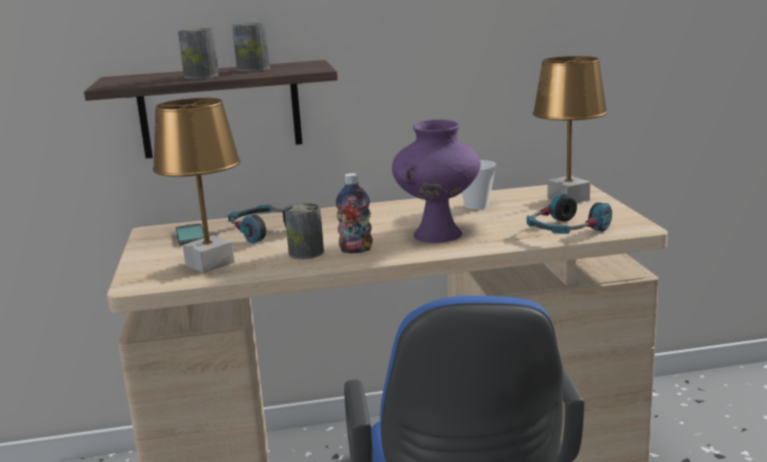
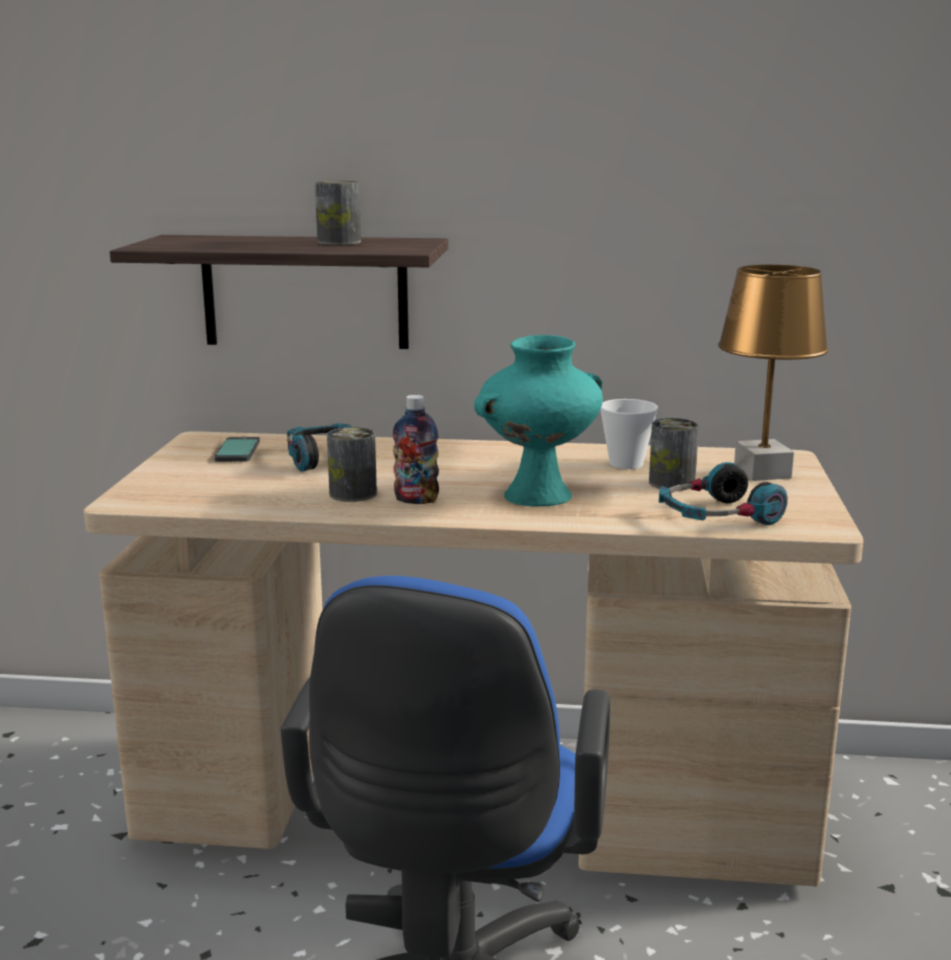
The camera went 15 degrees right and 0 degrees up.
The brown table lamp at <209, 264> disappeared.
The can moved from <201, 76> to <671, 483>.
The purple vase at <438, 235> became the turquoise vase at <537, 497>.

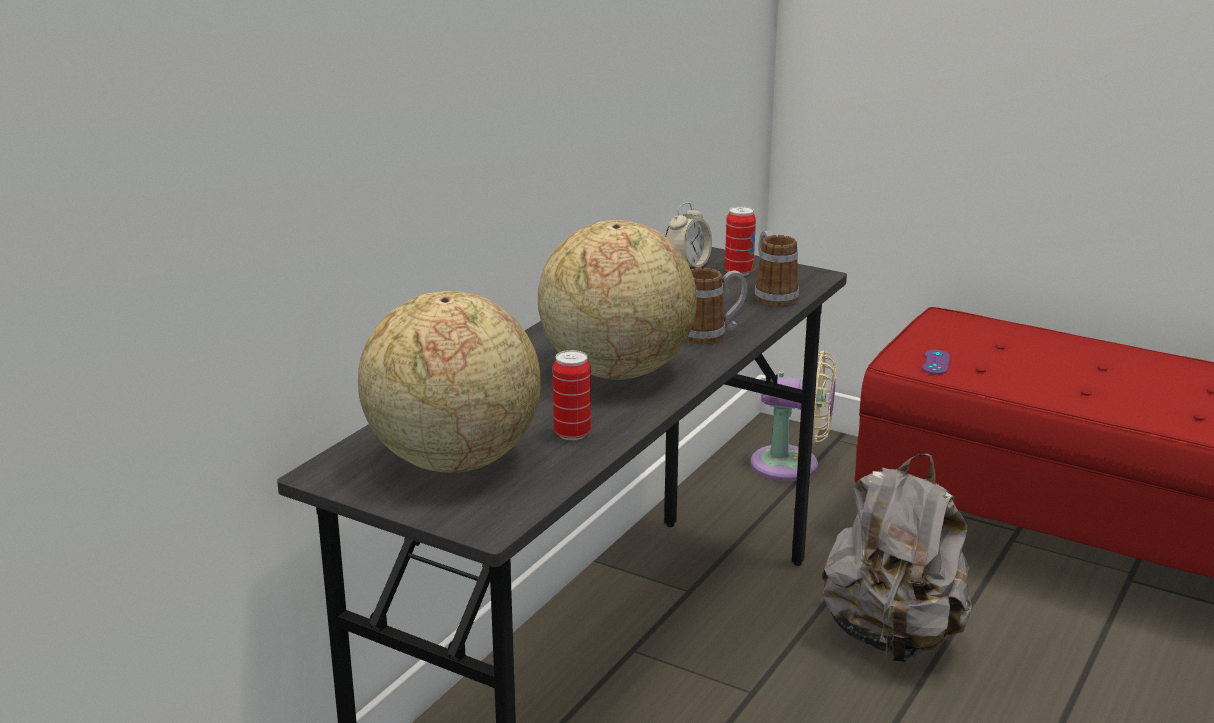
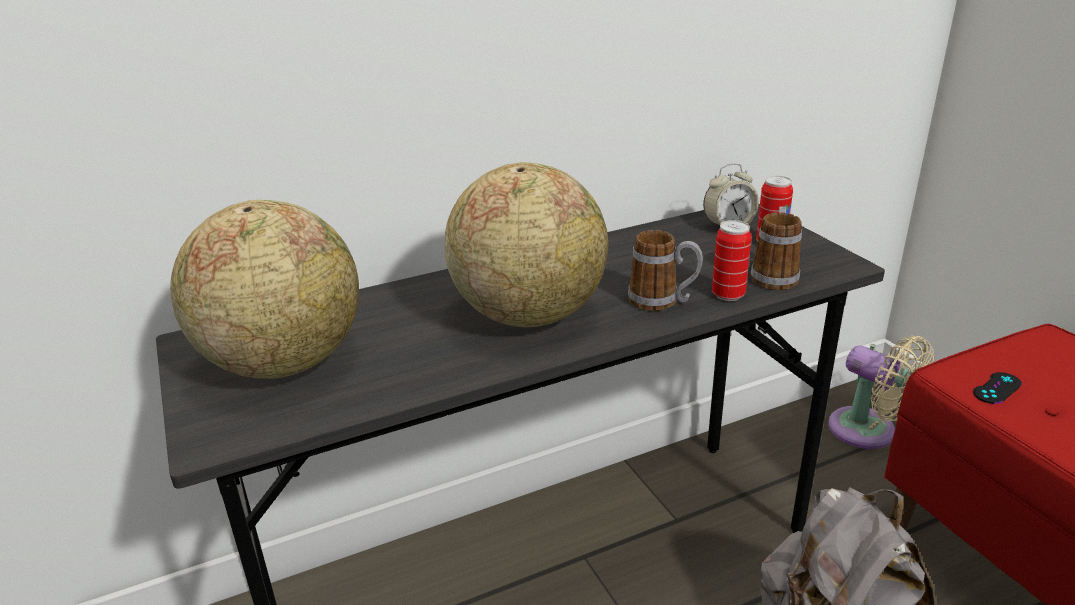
The camera went 35 degrees right and 5 degrees up.
The can moved from <572, 434> to <728, 295>.
The purple game controller at <935, 362> became the black game controller at <997, 388>.

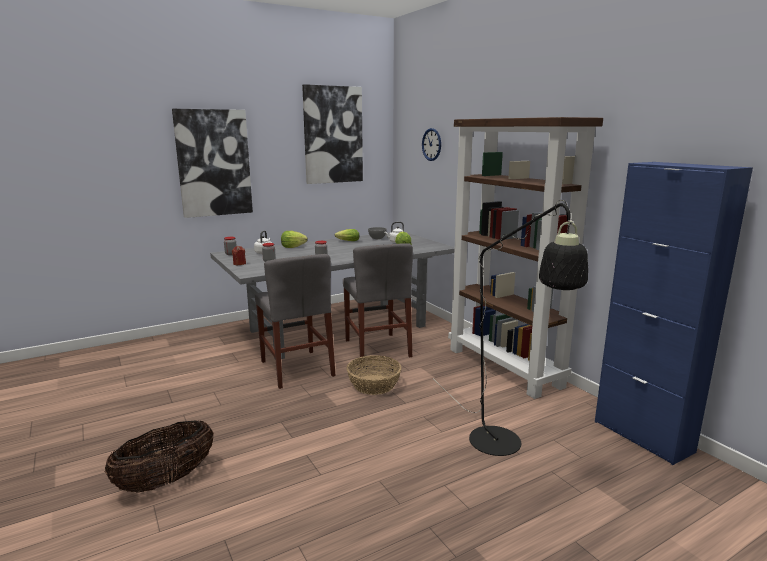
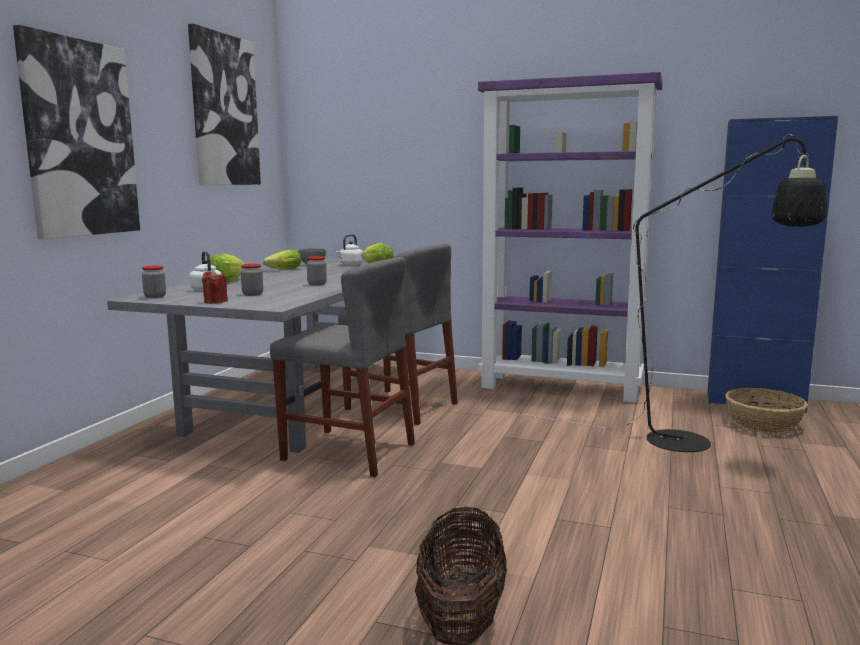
The camera went 40 degrees left and 5 degrees down.
The wall clock at <431, 144> disappeared.
The basket moved from <374, 384> to <762, 424>.
The brown bookcase at <505, 367> became the purple bookcase at <561, 387>.

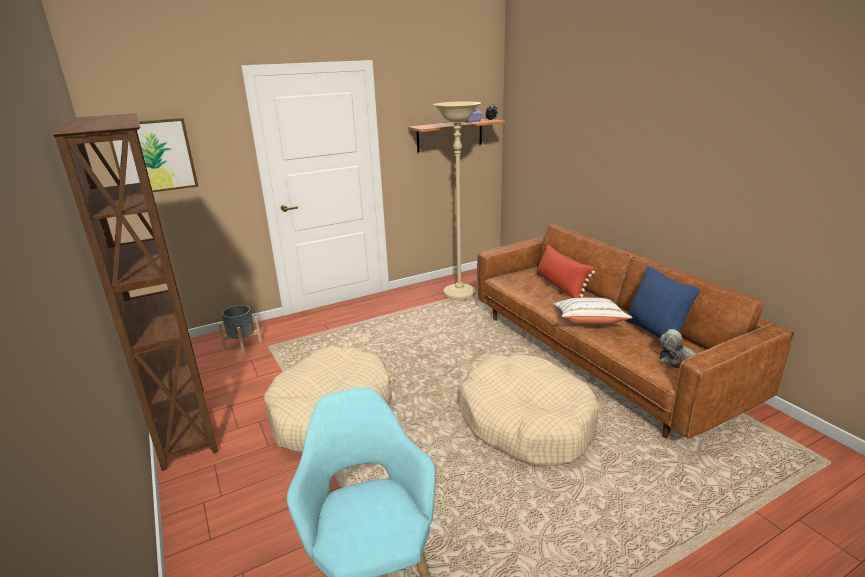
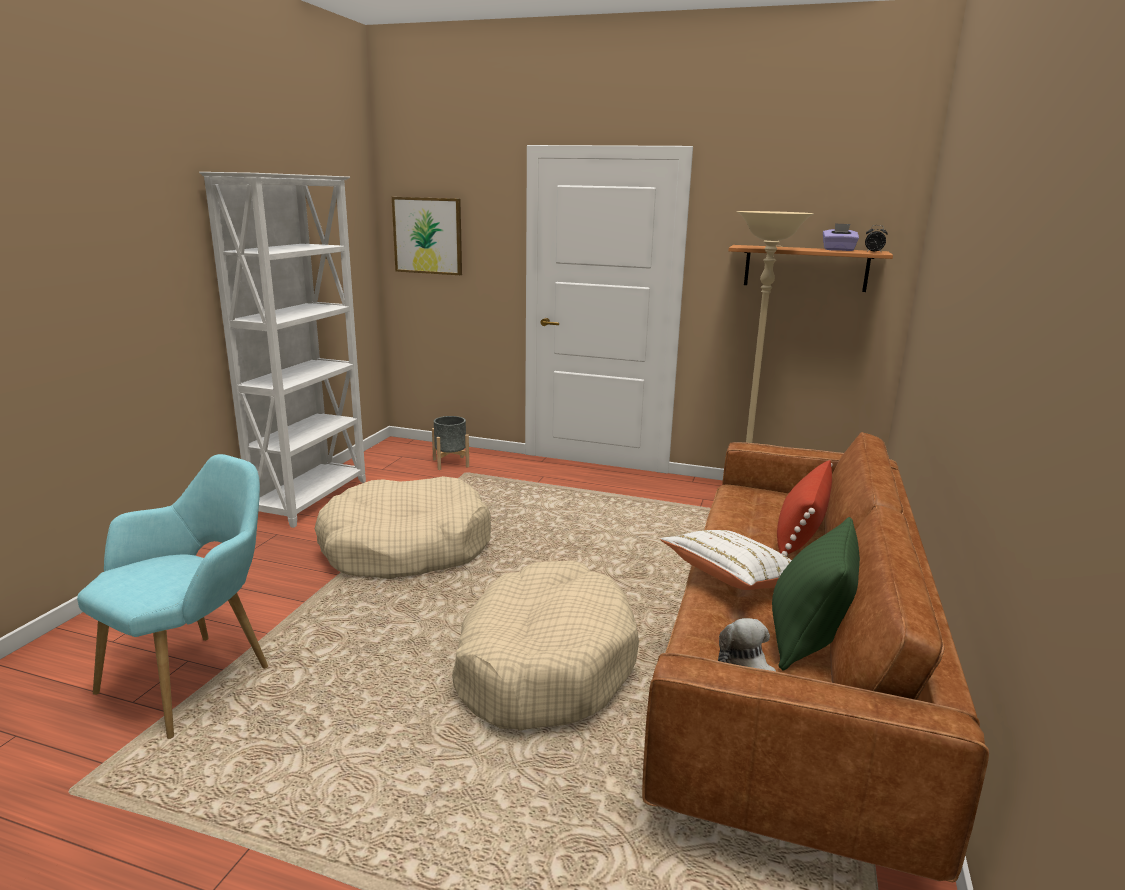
The camera went 45 degrees right and 5 degrees down.
The brown bookcase at <186, 425> became the white bookcase at <313, 499>.
The blue pillow at <655, 332> became the green pillow at <807, 640>.

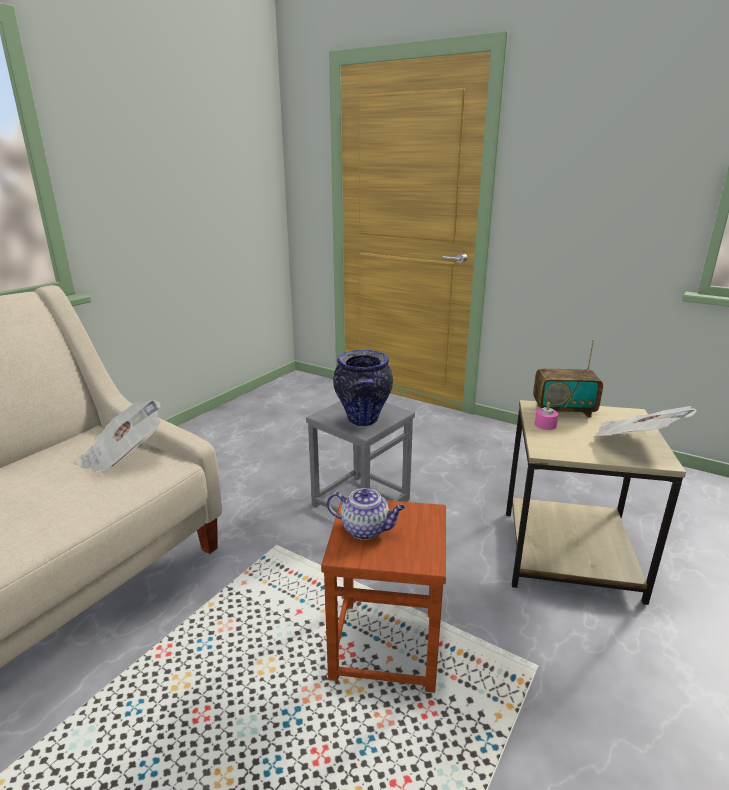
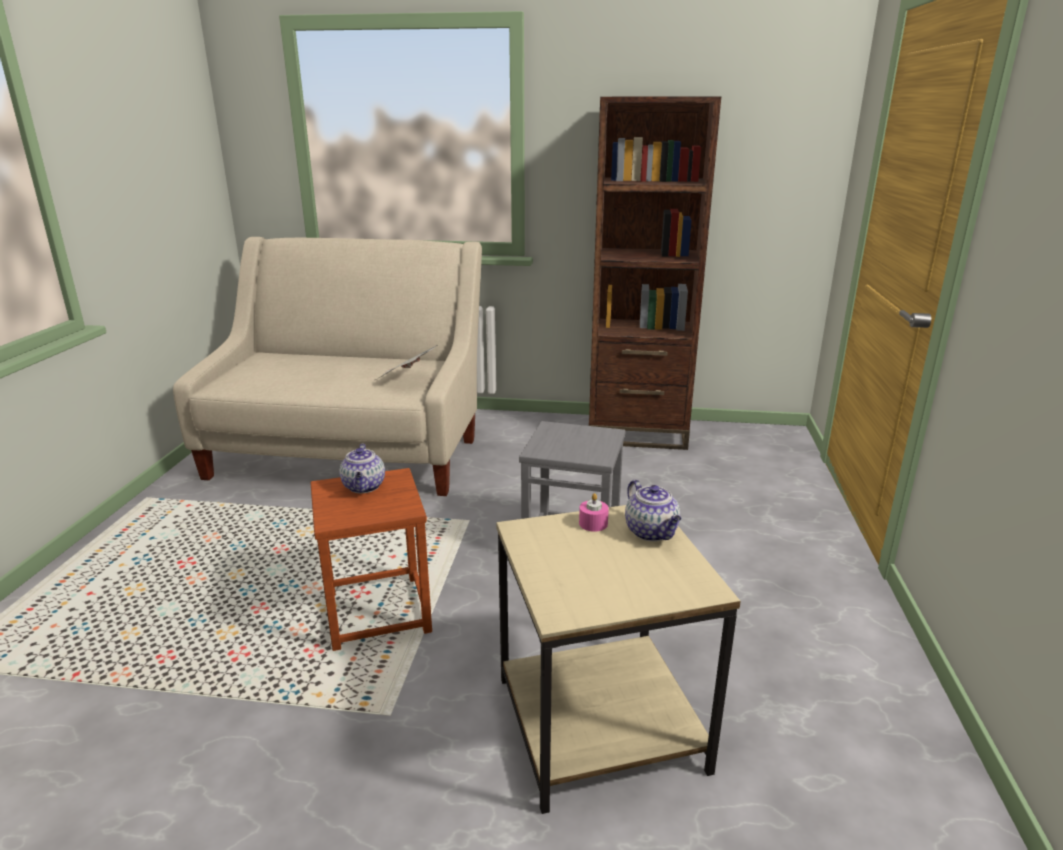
The camera went 65 degrees right and 0 degrees up.
The vase at <363, 420> disappeared.
The newspaper at <635, 442> disappeared.
The brown bookcase at <637, 433> appeared.
The radio at <563, 411> was replaced by the teapot at <652, 532>.

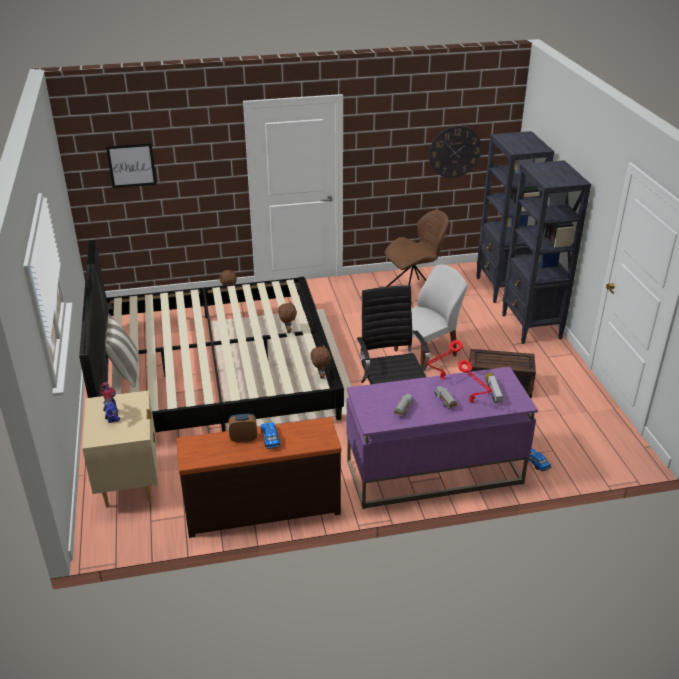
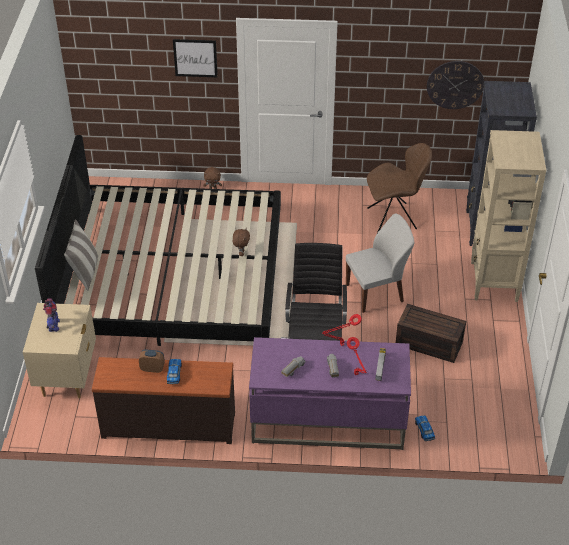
The camera went 15 degrees right and 10 degrees up.
The brown plush toy at <320, 376> disappeared.
The picture moved from <131, 165> to <195, 58>.
The black bookcase at <531, 327> became the beige bookcase at <493, 282>.

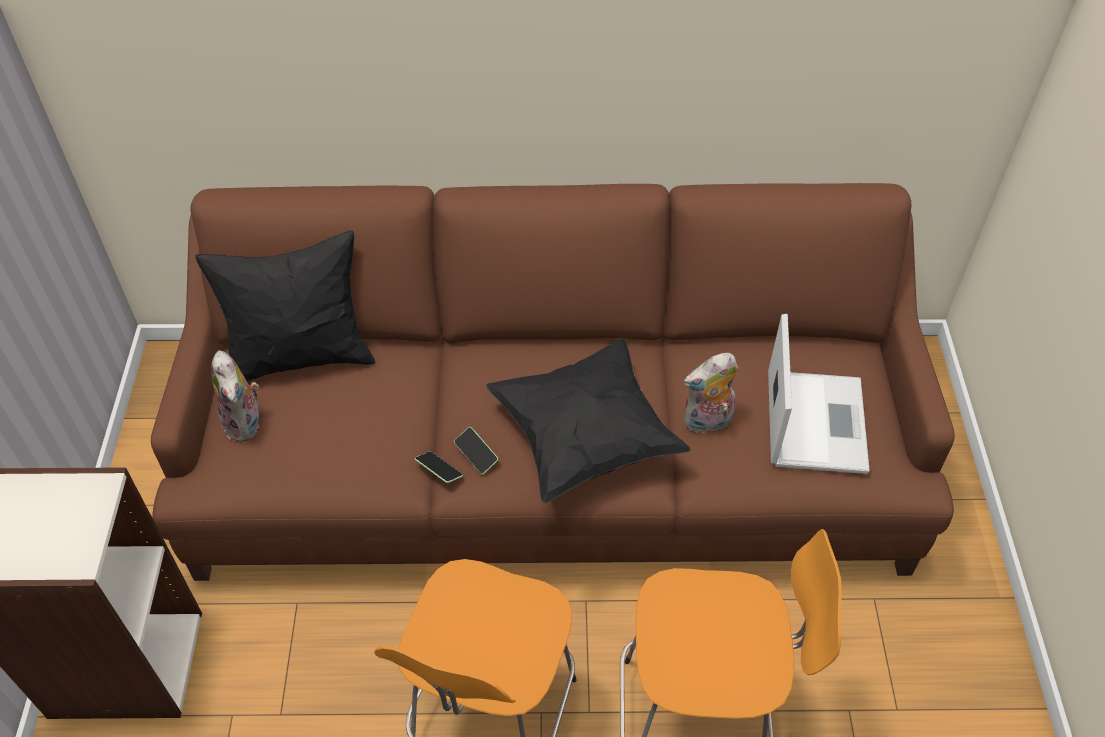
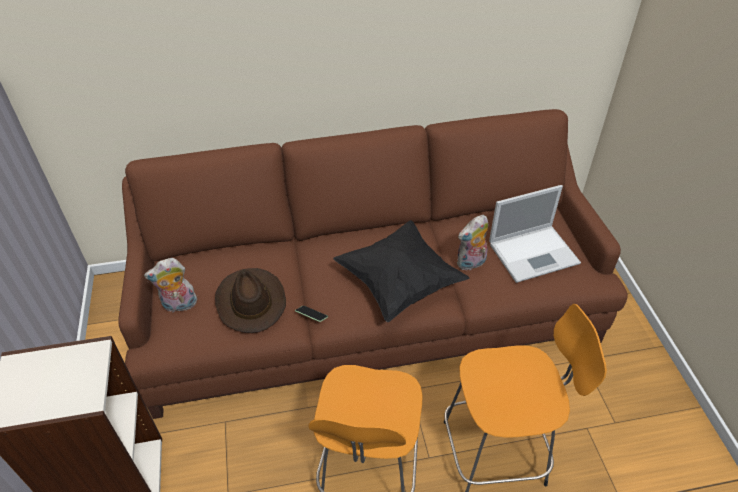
The camera went 10 degrees left and 5 degrees down.
The black pillow at <301, 357> disappeared.
The phone at <476, 454> disappeared.
The brown hat at <250, 301> appeared.
The plush toy at <246, 423> turned 105 degrees clockwise.
The laptop at <814, 420> turned 75 degrees clockwise.

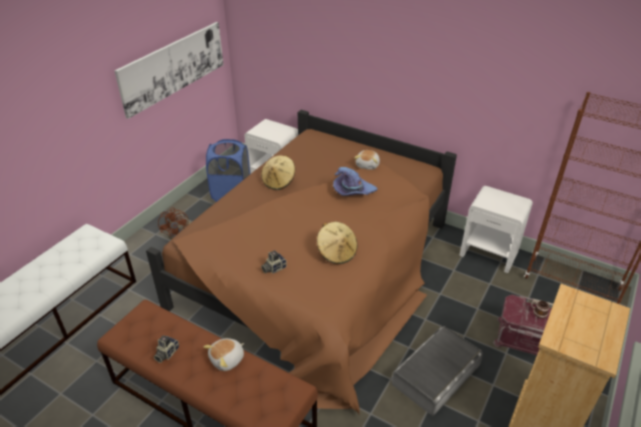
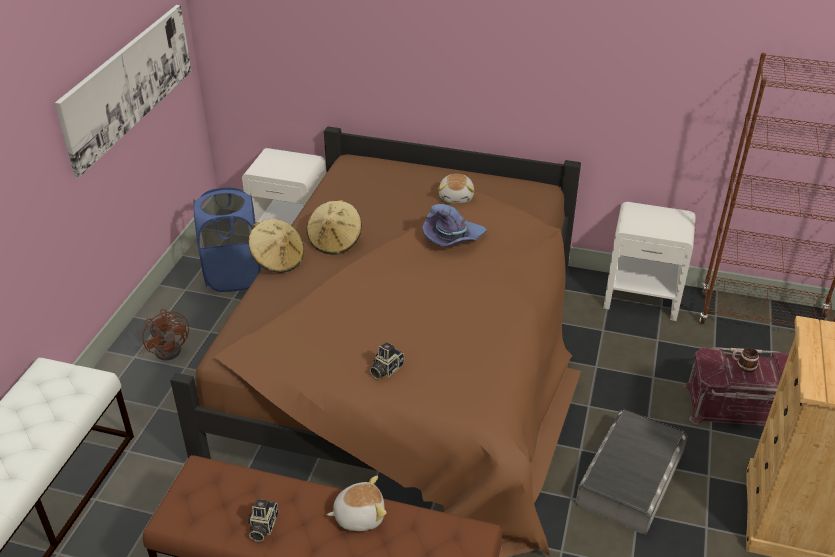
The camera went 15 degrees left and 0 degrees up.
The beige hat moved from <336, 252> to <278, 260>.
The plush toy at <227, 359> turned 135 degrees counterclockwise.

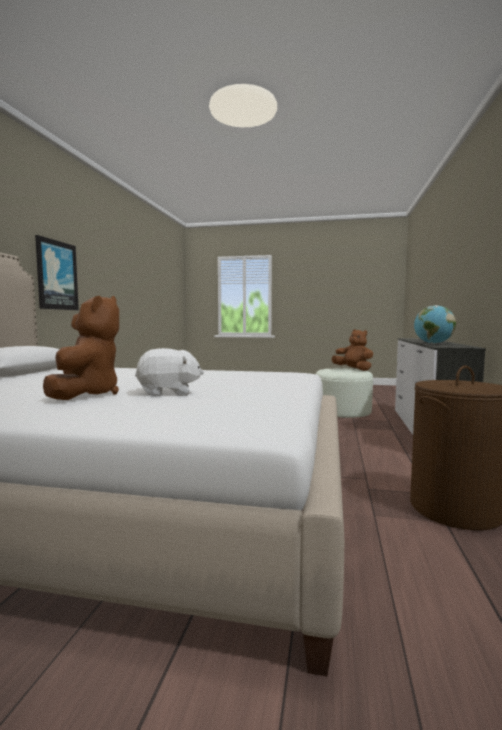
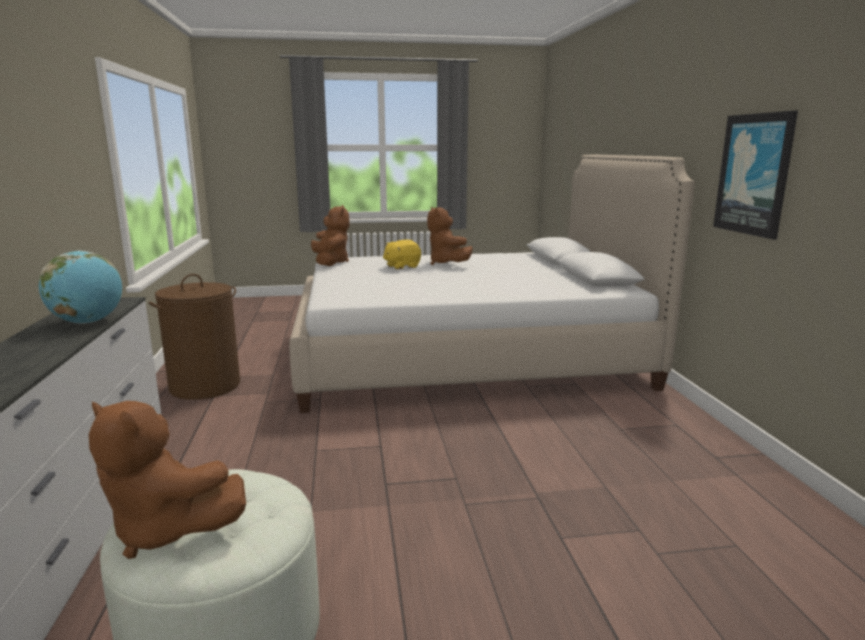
The camera went 160 degrees right and 10 degrees up.
The brown plush toy at <331, 263> appeared.
The white plush toy at <168, 393> became the yellow plush toy at <402, 266>.

